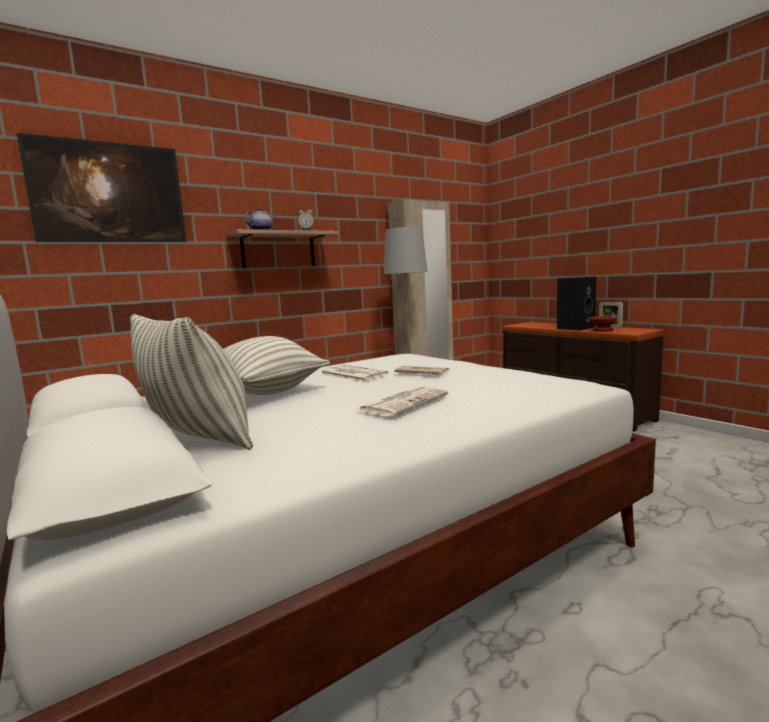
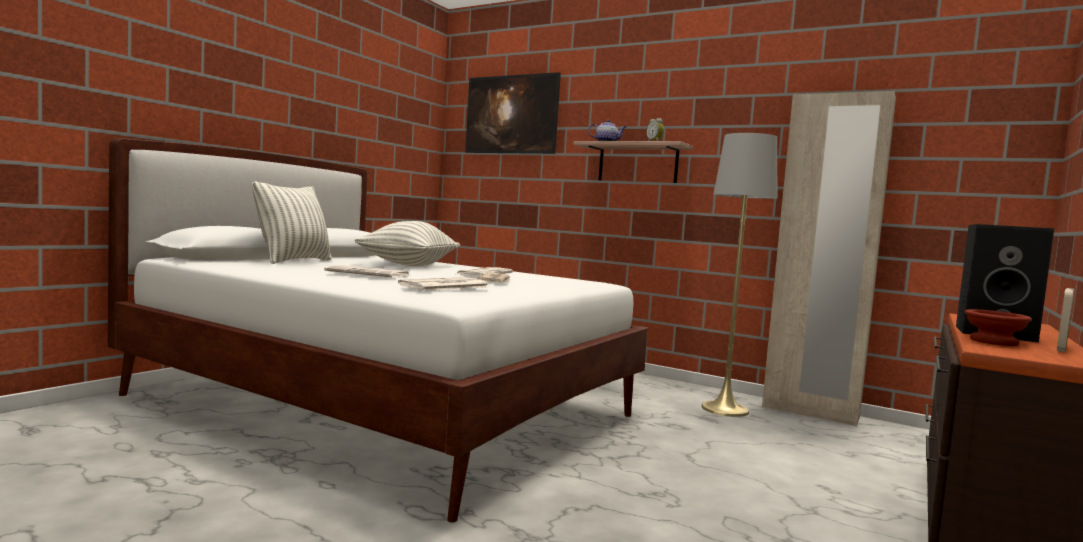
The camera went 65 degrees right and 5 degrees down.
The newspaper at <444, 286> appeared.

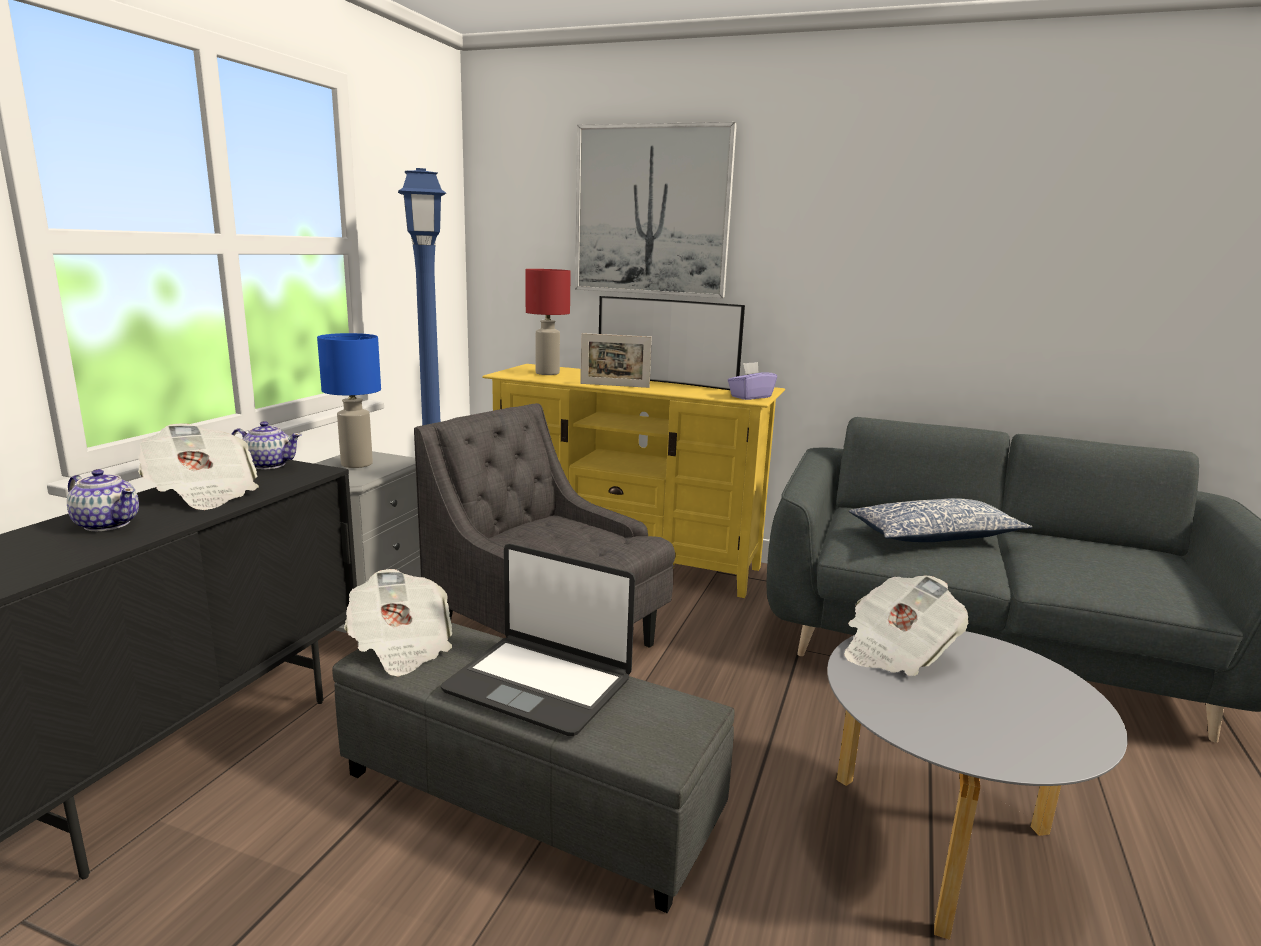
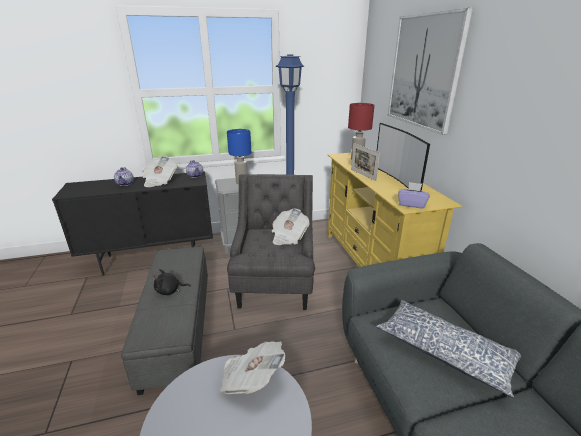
The camera went 55 degrees right and 10 degrees up.
The newspaper moved from <401, 647> to <288, 236>.
The laptop at <539, 684> was replaced by the black plush toy at <170, 291>.

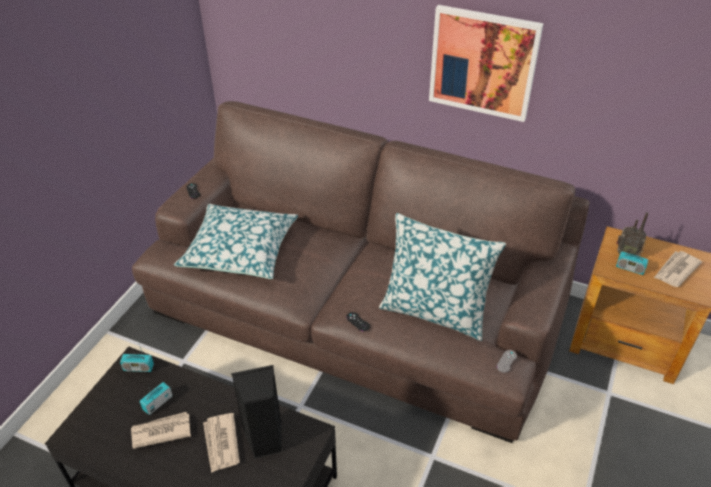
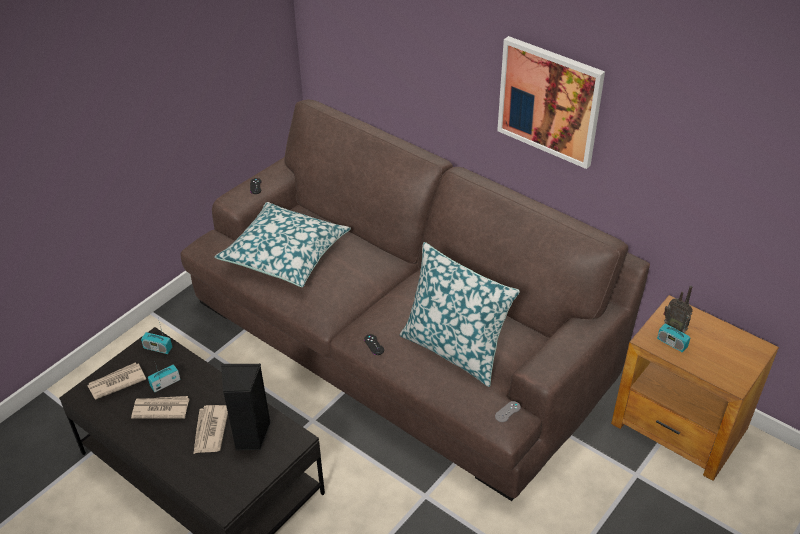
The camera went 15 degrees right and 0 degrees up.
The newspaper moved from <675, 270> to <116, 382>.

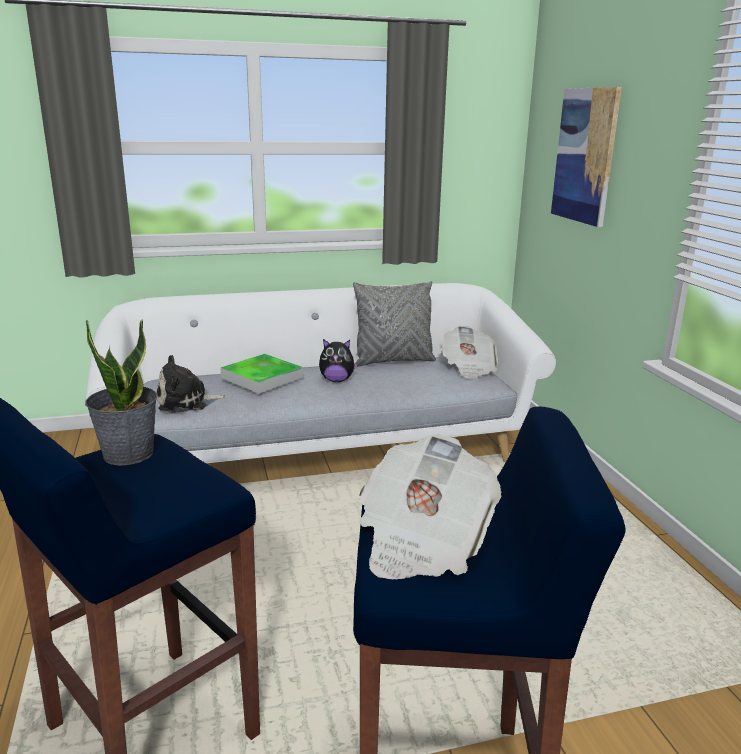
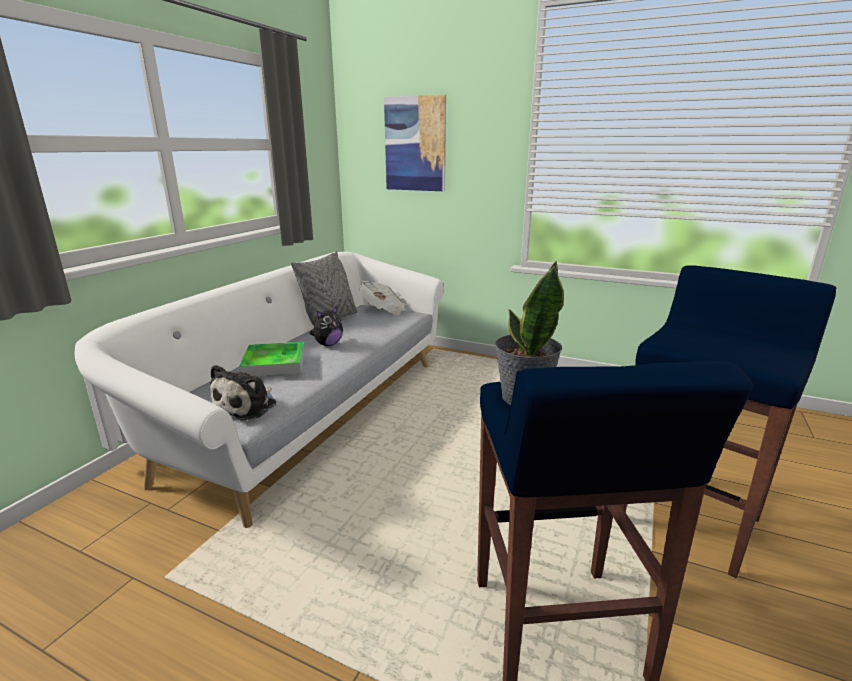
The camera went 50 degrees left and 0 degrees up.
The newspaper at <422, 540> disappeared.

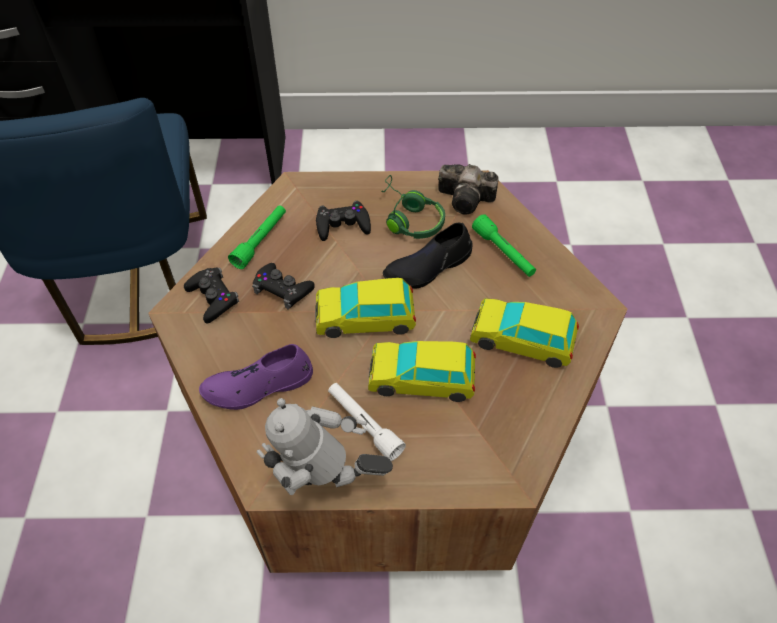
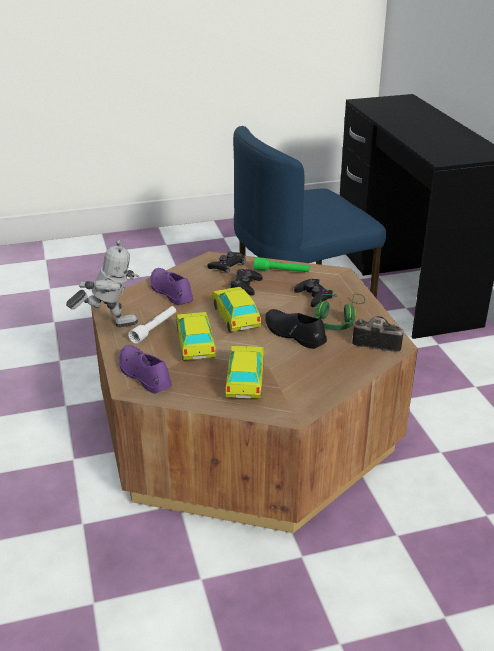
The camera went 75 degrees right and 20 degrees down.
The green flashlight at <503, 253> disappeared.
The purple shoe at <144, 374> appeared.
The toy robot at <325, 487> turned 90 degrees clockwise.
The photo camera at <468, 200> turned 105 degrees clockwise.

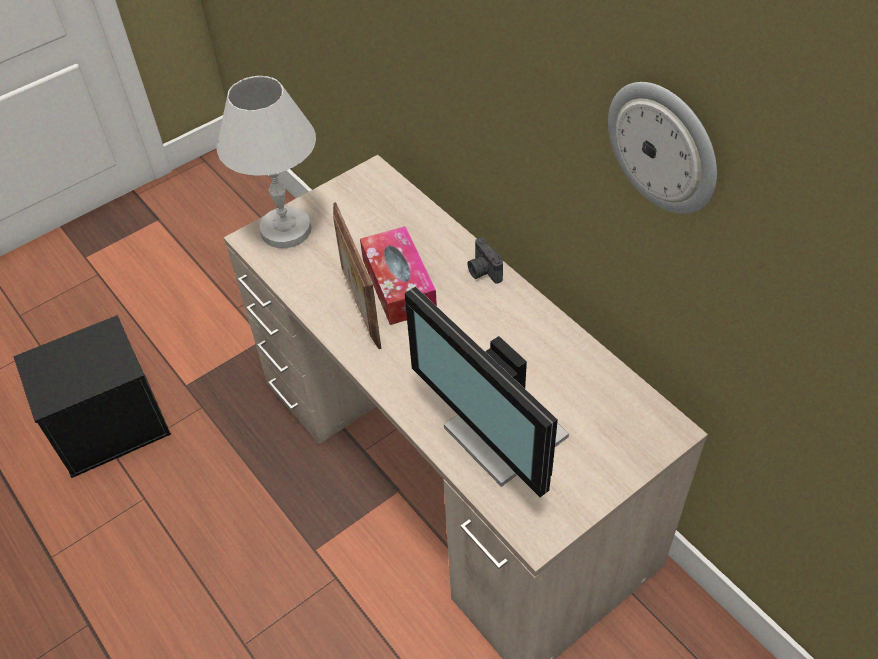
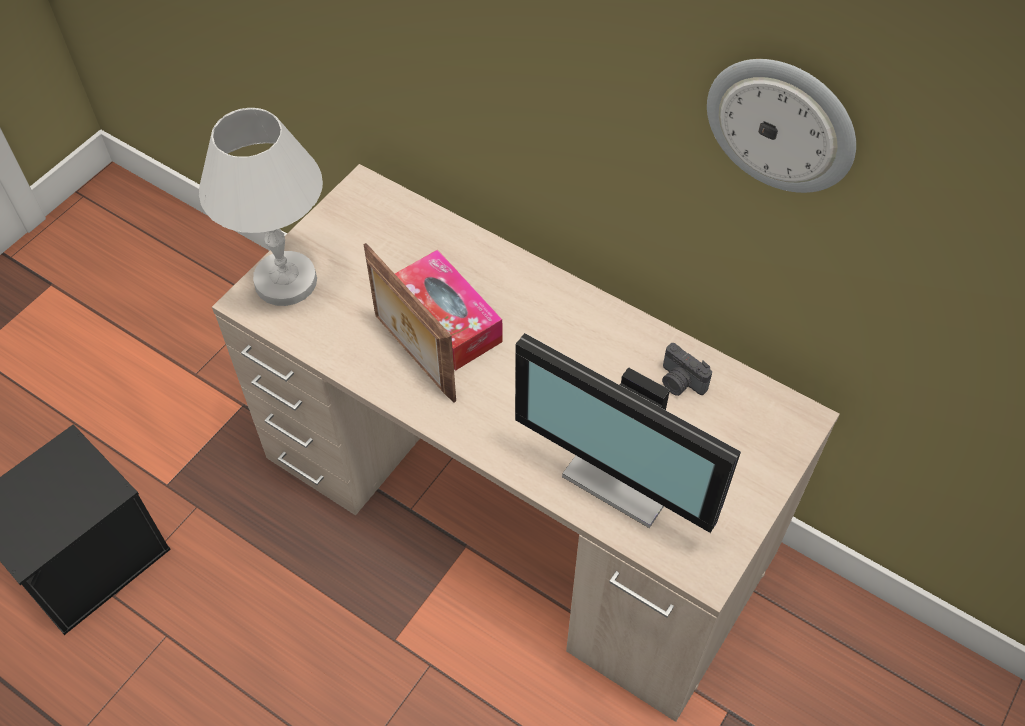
The camera went 20 degrees left and 5 degrees up.
The photo camera moved from <483, 271> to <680, 382>.

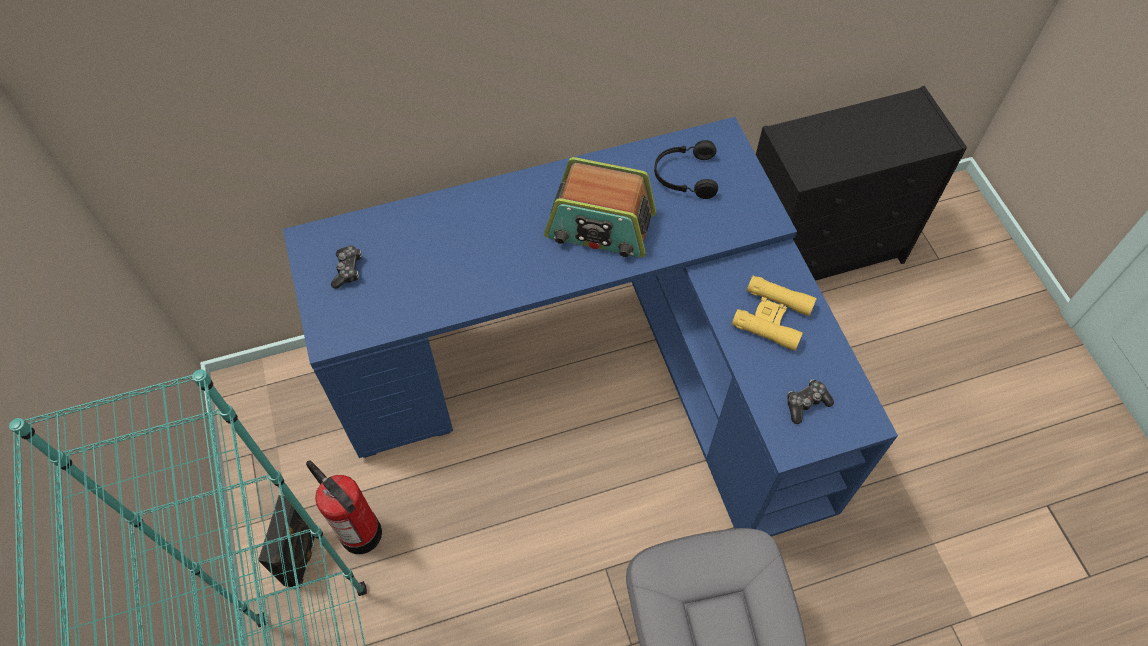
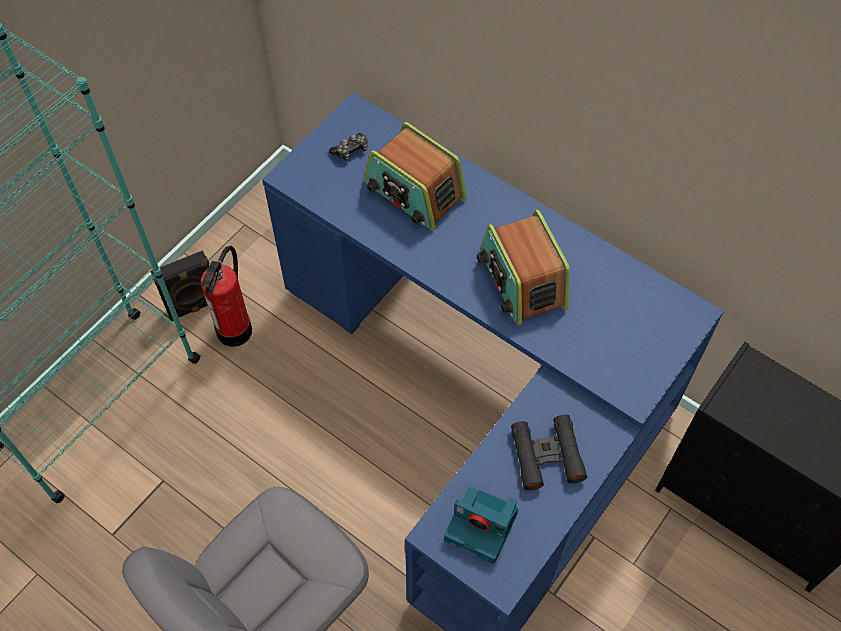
The camera went 55 degrees right and 0 degrees up.
The black headphones at <684, 176> disappeared.
The radio at <414, 192> appeared.
The game controller at <806, 403> was replaced by the photo camera at <483, 526>.
The yellow binoculars at <772, 317> became the black binoculars at <546, 455>.

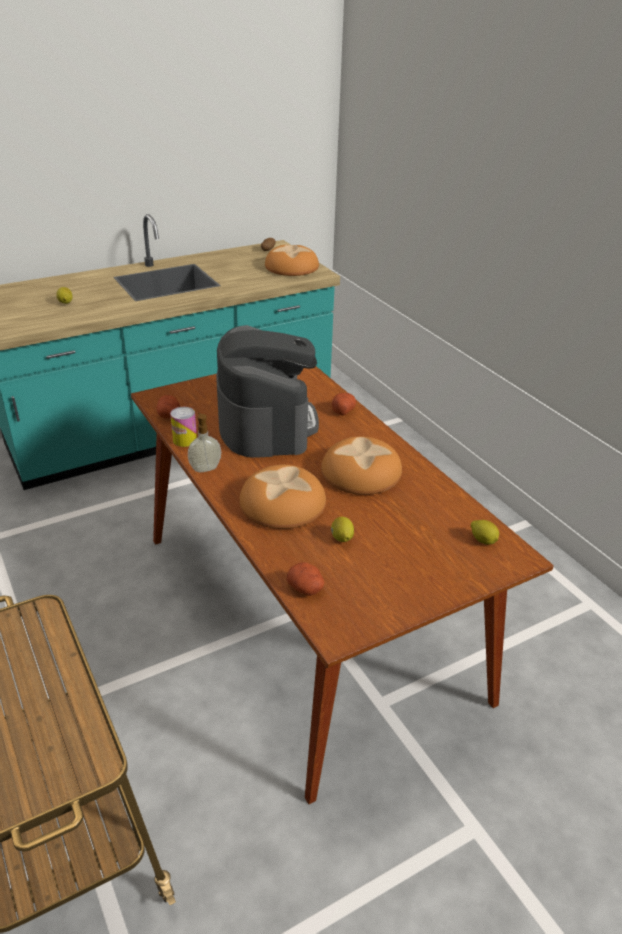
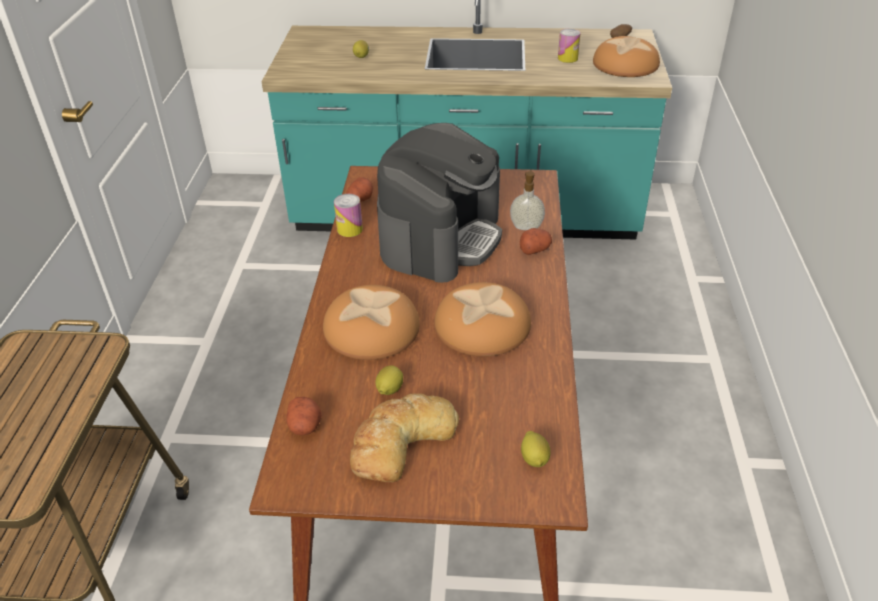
The camera went 35 degrees right and 5 degrees up.
The bread at <400, 441> appeared.
The can at <567, 58> appeared.
The soap dispenser moved from <205, 468> to <526, 227>.

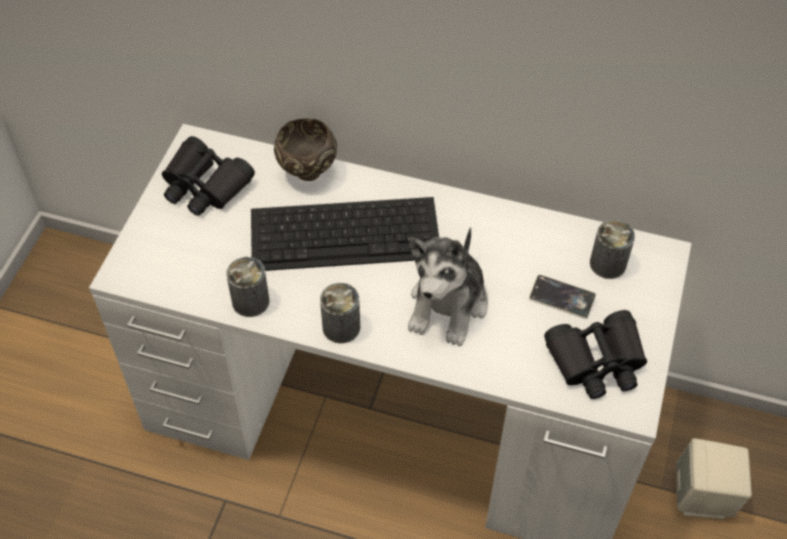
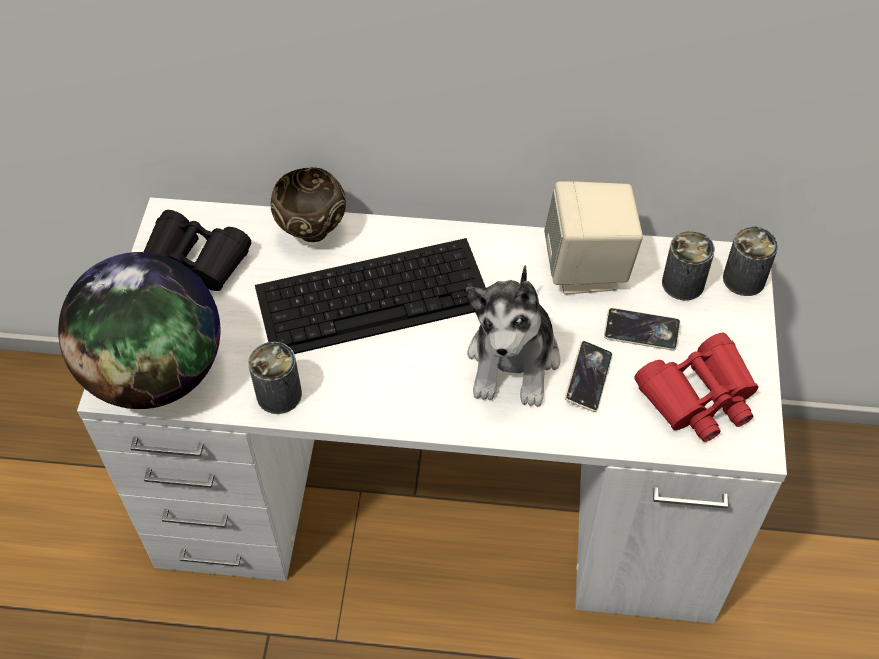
The camera went 10 degrees left and 0 degrees up.
The globe at <157, 374> appeared.
The phone at <588, 379> appeared.
The can moved from <341, 327> to <744, 279>.
The beige speaker moved from <703, 496> to <587, 269>.
The black binoculars at <596, 361> became the red binoculars at <699, 397>.

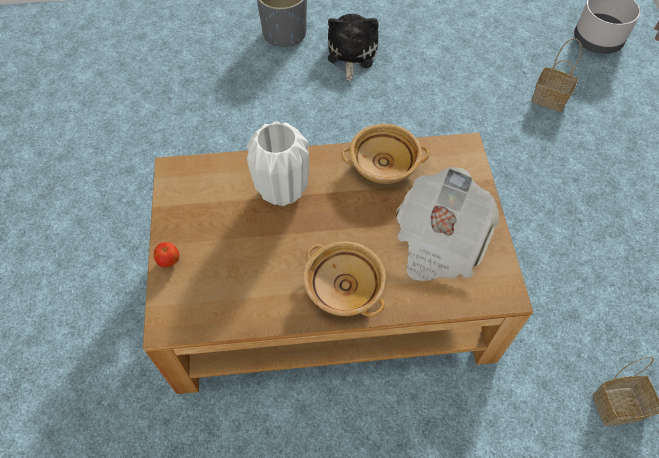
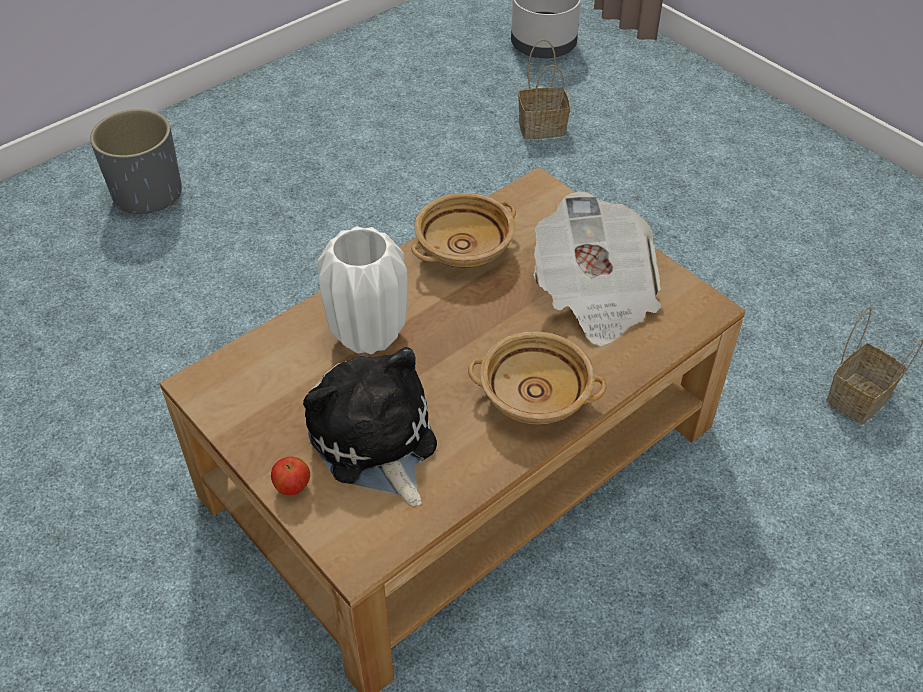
The camera went 35 degrees left and 10 degrees down.
The plush toy moved from <350, 55> to <375, 442>.

